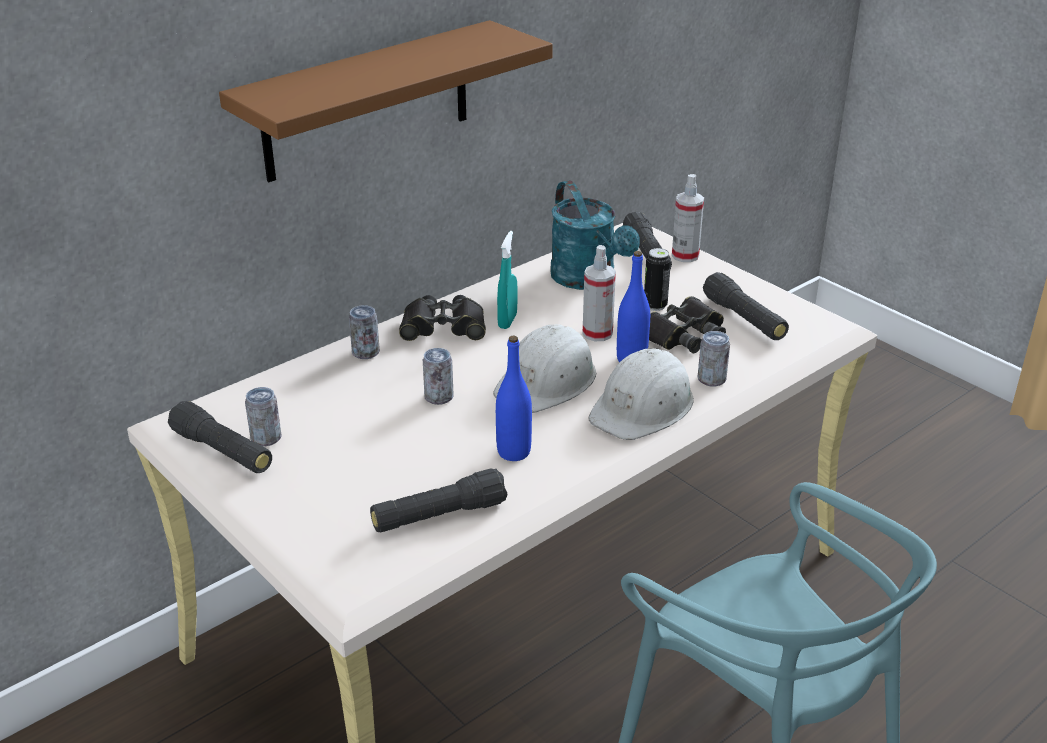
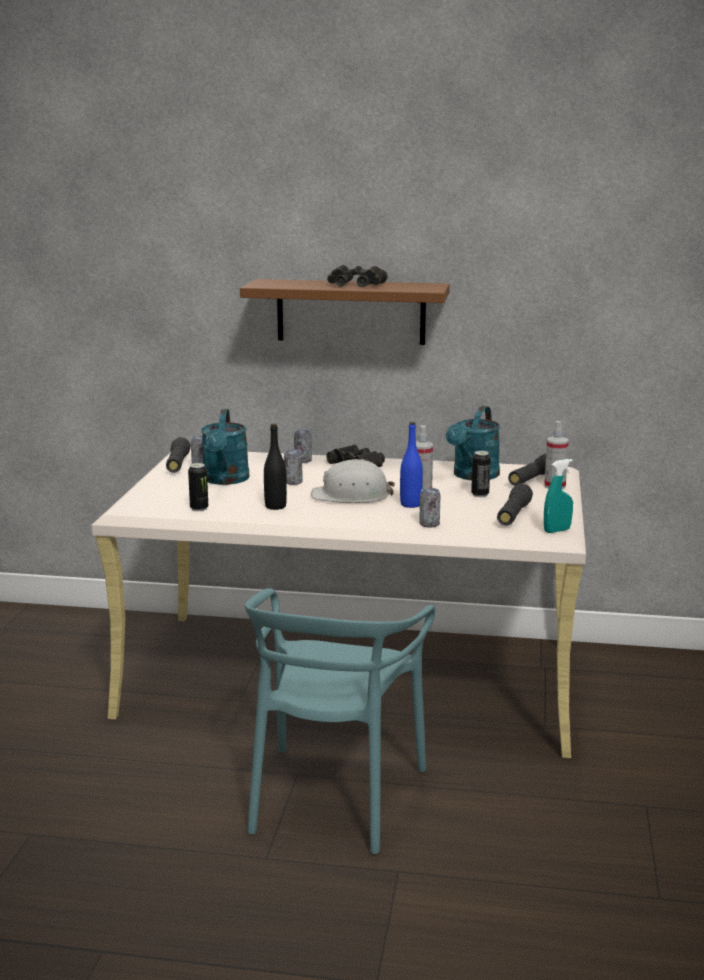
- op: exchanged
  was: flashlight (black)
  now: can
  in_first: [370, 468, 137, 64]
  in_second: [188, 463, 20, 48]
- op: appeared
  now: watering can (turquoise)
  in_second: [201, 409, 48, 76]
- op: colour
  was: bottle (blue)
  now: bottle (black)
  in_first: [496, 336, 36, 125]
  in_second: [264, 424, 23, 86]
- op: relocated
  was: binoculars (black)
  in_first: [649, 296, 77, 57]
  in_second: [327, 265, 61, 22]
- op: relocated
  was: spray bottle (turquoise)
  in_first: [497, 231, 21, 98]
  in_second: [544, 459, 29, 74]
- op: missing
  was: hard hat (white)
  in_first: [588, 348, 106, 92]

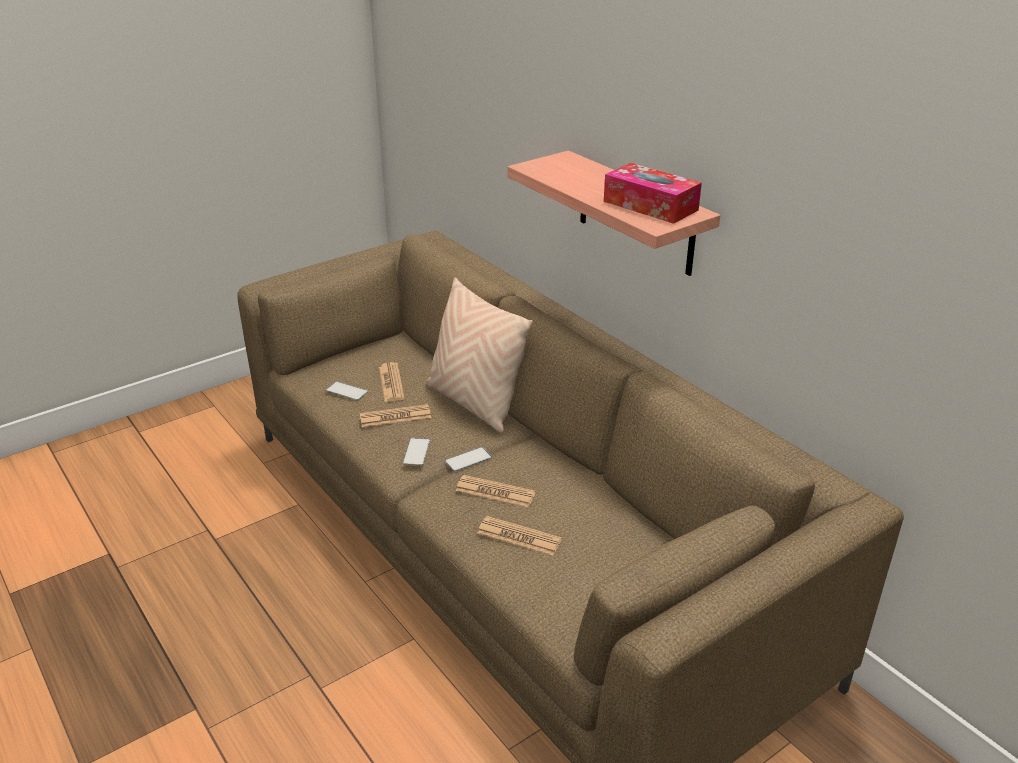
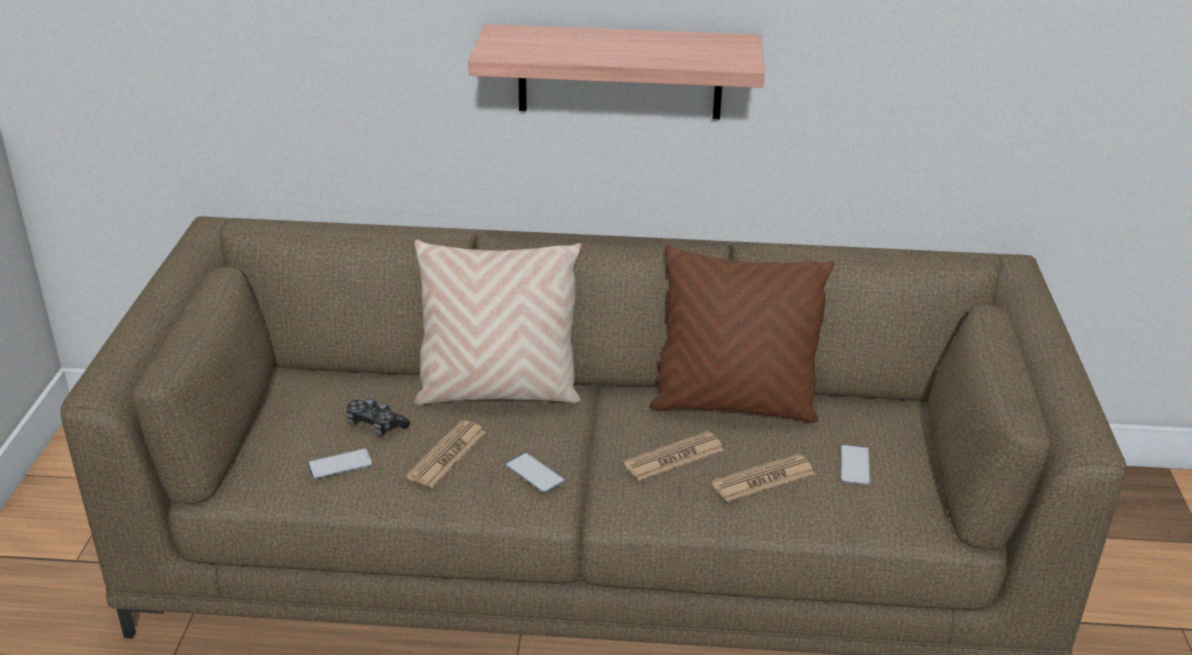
- op: exchanged
  was: newspaper
  now: game controller
  in_first: [379, 362, 26, 40]
  in_second: [346, 398, 64, 38]
- op: appeared
  now: pillow (brown)
  in_second: [649, 245, 185, 177]
- op: relocated
  was: phone
  in_first: [445, 447, 47, 24]
  in_second: [841, 444, 29, 41]
- op: missing
  was: tissue box
  in_first: [604, 163, 98, 61]

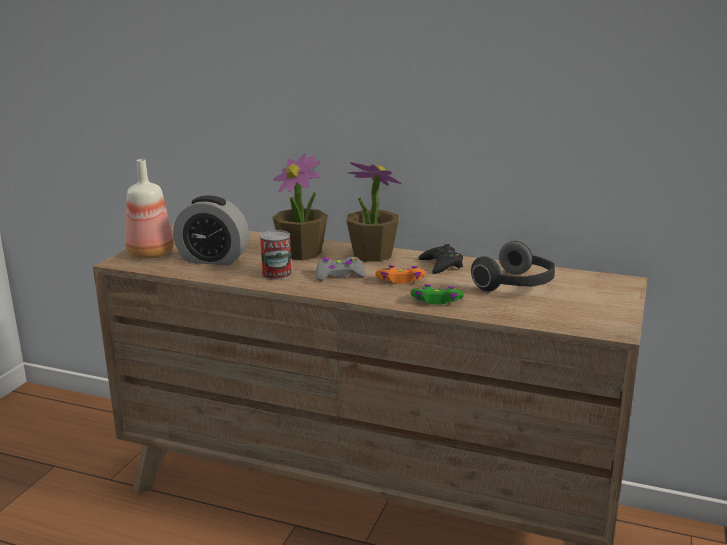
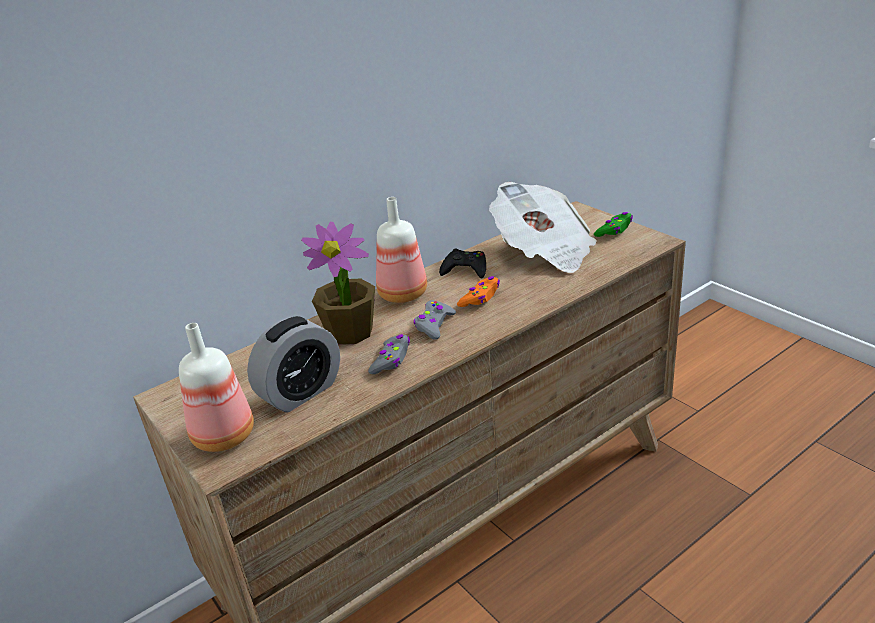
- op: exchanged
  was: can
  now: game controller (grey)
  in_first: [260, 230, 32, 50]
  in_second: [368, 334, 42, 40]
- op: exchanged
  was: potted plant
  now: bottle
  in_first: [346, 162, 55, 100]
  in_second: [376, 197, 51, 106]
- op: exchanged
  was: headphones
  now: newspaper
  in_first: [471, 241, 84, 51]
  in_second: [489, 182, 108, 91]
- op: relocated
  was: game controller (green)
  in_first: [411, 284, 53, 21]
  in_second: [594, 212, 39, 25]

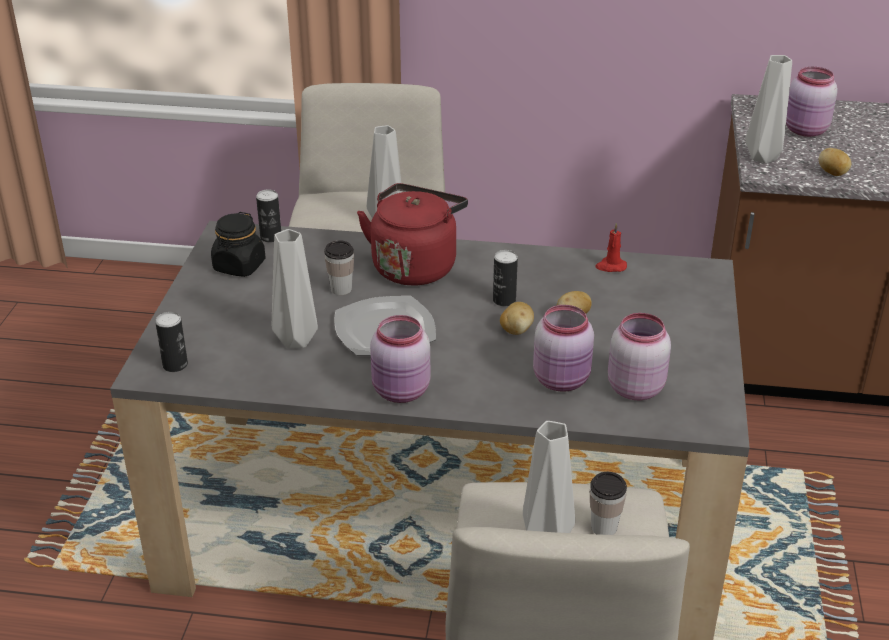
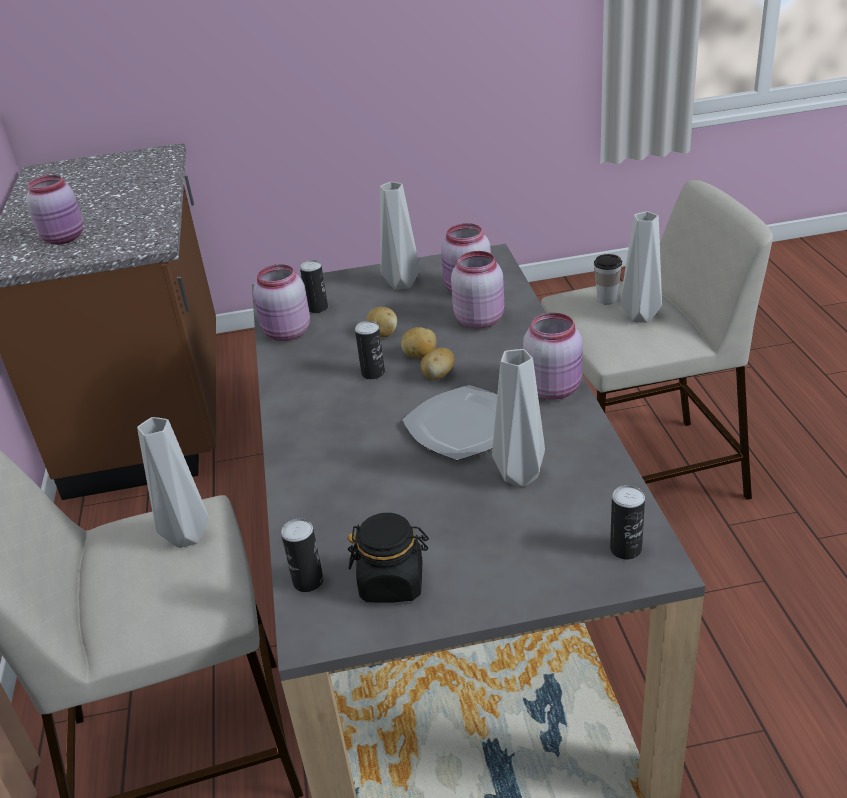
- op: exchanged
  was: candle (red)
  now: jar (pink)
  in_first: [595, 223, 32, 49]
  in_second: [253, 264, 57, 77]
- op: appeared
  now: can
  in_second: [300, 260, 28, 53]
- op: relocated
  was: vase (grey)
  in_first: [745, 55, 47, 109]
  in_second: [380, 182, 40, 108]
- op: relocated
  was: potato
  in_first: [819, 148, 32, 28]
  in_second: [421, 348, 34, 32]
- op: missing
  was: cup
  in_first: [324, 240, 30, 55]
- op: missing
  was: kettle (red)
  in_first: [357, 183, 111, 102]

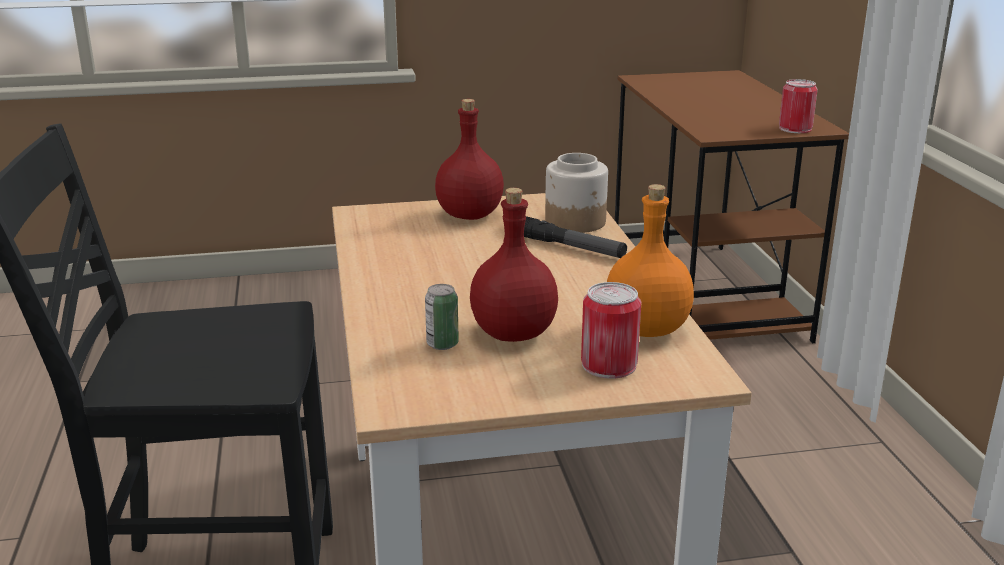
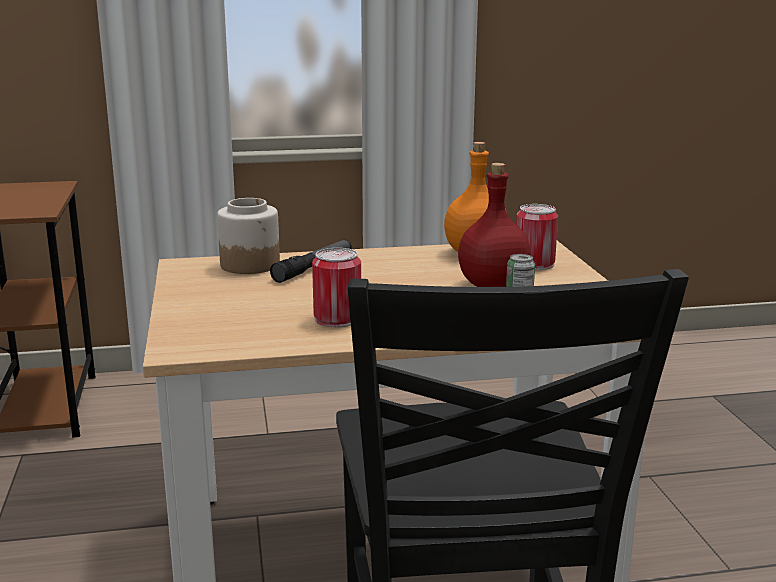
- op: relocated
  was: can
  in_first: [779, 79, 39, 54]
  in_second: [312, 248, 49, 79]
- op: missing
  was: bottle (red)
  in_first: [435, 99, 69, 121]

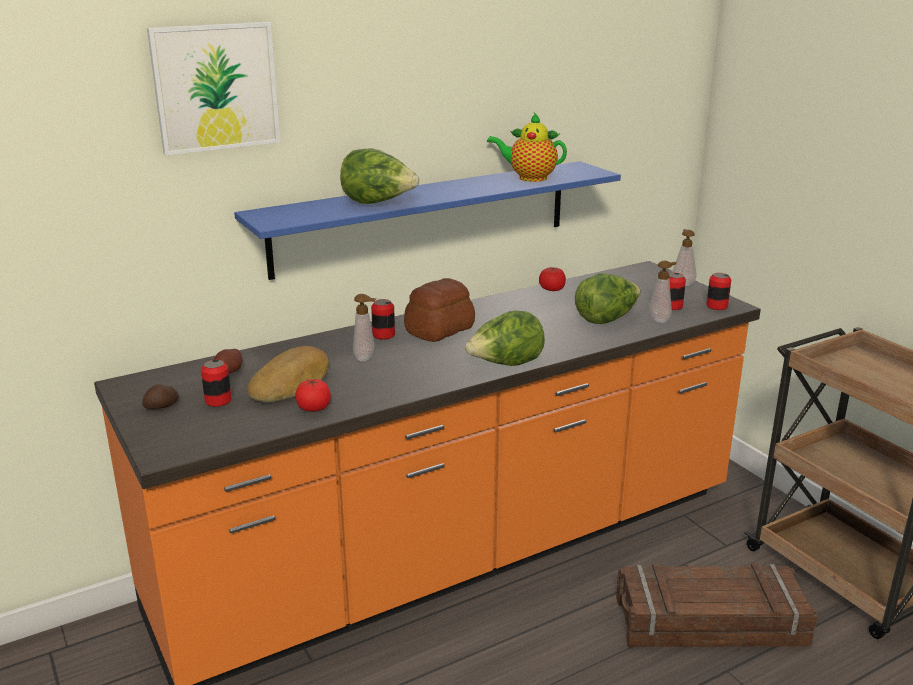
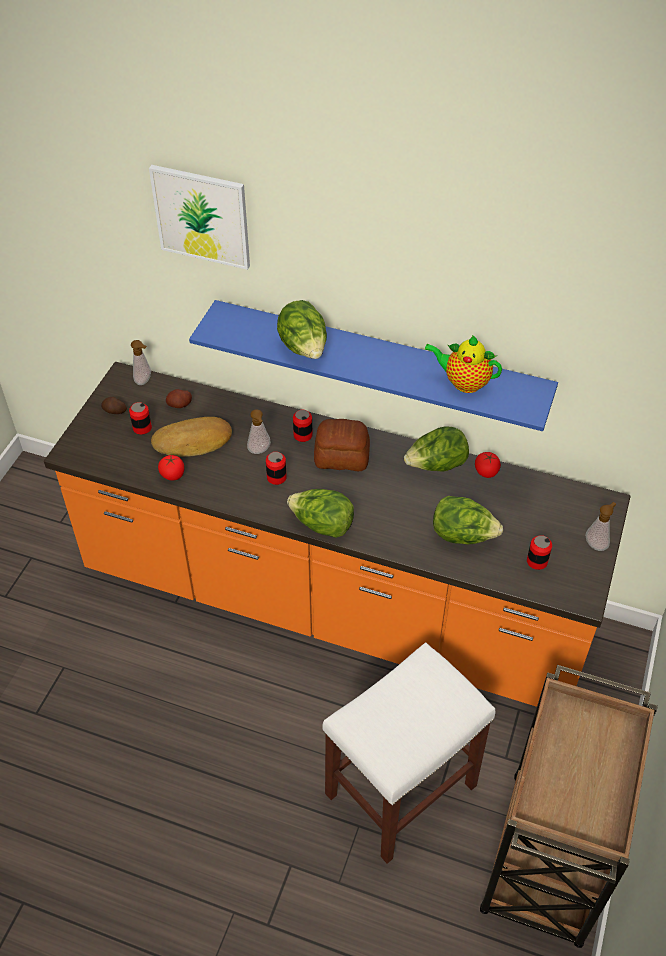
- op: relocated
  was: soap dispenser
  in_first: [649, 261, 28, 62]
  in_second: [131, 340, 20, 45]
- op: relocated
  was: can
  in_first: [706, 273, 25, 37]
  in_second: [266, 452, 21, 33]
- op: exchanged
  was: crate
  now: stool (white)
  in_first: [616, 563, 201, 84]
  in_second: [323, 642, 172, 222]
- op: appeared
  now: lettuce
  in_second: [404, 426, 65, 46]
- op: spun
  was: teapot
  in_first: [487, 113, 80, 69]
  in_second: [424, 335, 78, 58]
  clockwise: -45

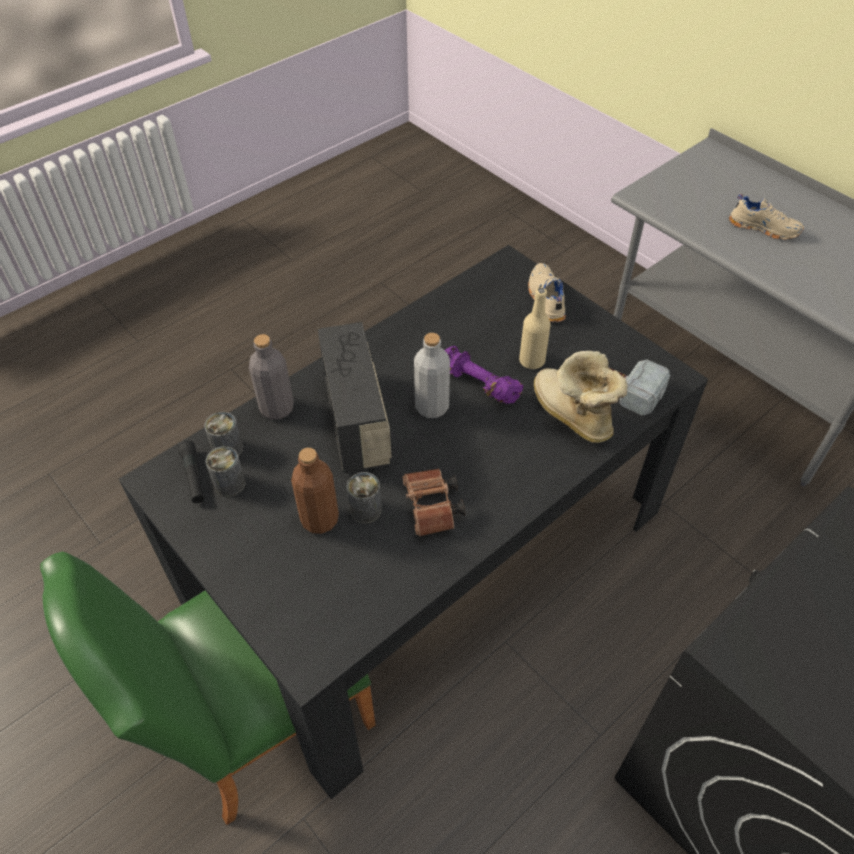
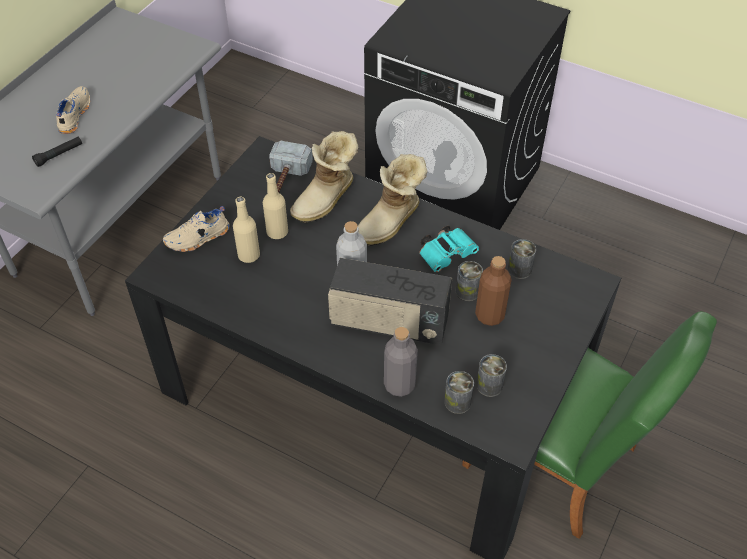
- op: relocated
  was: flashlight (black)
  in_first: [178, 441, 26, 62]
  in_second: [32, 137, 50, 30]
- op: appeared
  now: bottle (beige)
  in_second: [233, 197, 27, 66]
- op: spun
  was: radio
  in_first: [318, 322, 74, 151]
  in_second: [328, 258, 124, 87]
  clockwise: -135
- op: appeared
  now: boot
  in_second: [358, 154, 69, 92]
- op: colour
  was: binoculars (brown)
  now: binoculars (turquoise)
  in_first: [402, 469, 63, 68]
  in_second: [419, 226, 60, 46]
- op: appeared
  now: can
  in_second: [508, 239, 28, 40]
- op: missing
  was: dumbbell (purple)
  in_first: [445, 346, 78, 58]

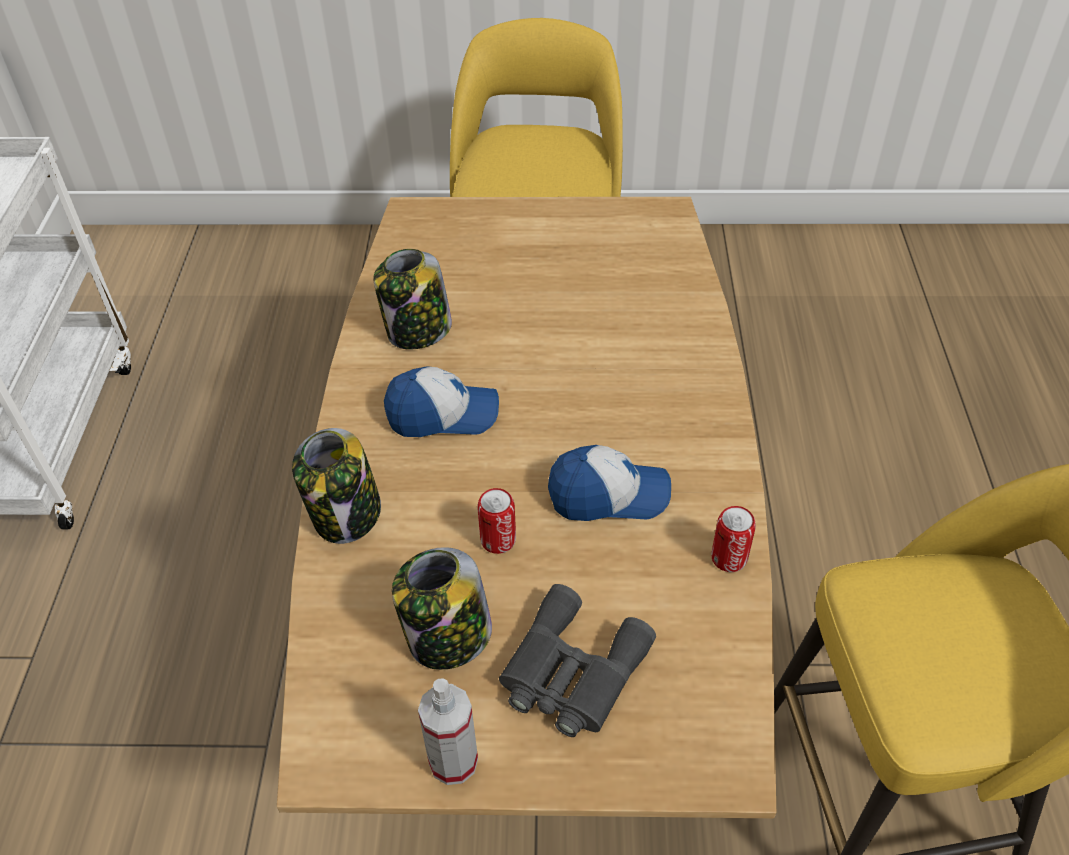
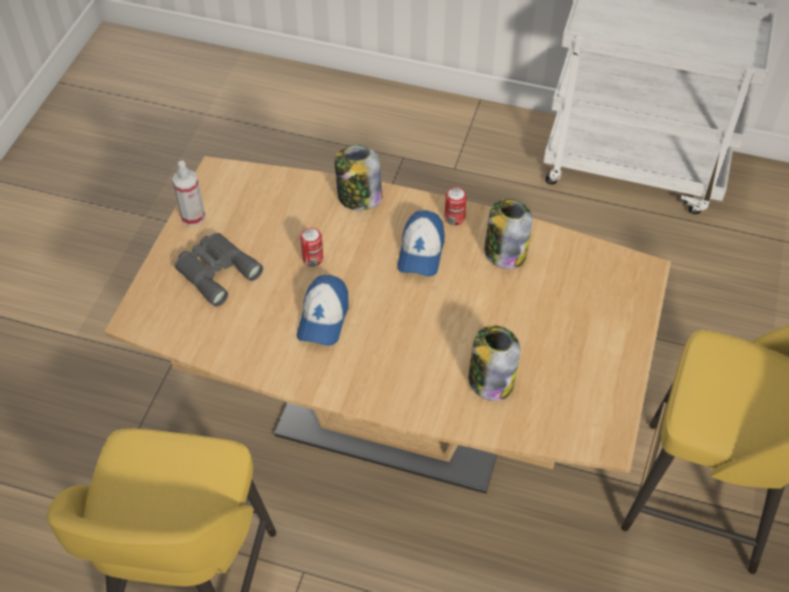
- op: relocated
  was: can
  in_first: [711, 506, 45, 66]
  in_second: [445, 187, 22, 38]
- op: relocated
  was: jar
  in_first: [392, 547, 100, 123]
  in_second: [468, 325, 52, 76]

